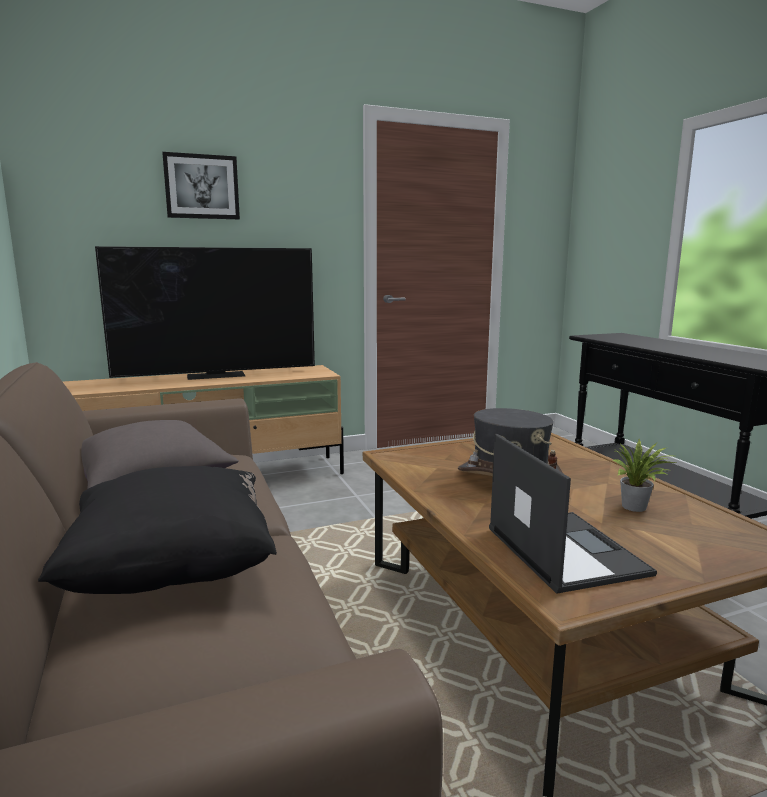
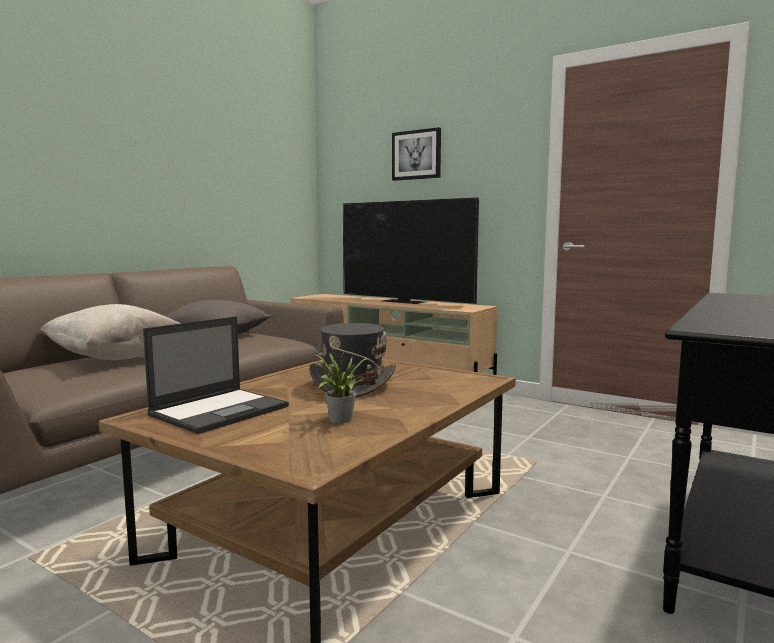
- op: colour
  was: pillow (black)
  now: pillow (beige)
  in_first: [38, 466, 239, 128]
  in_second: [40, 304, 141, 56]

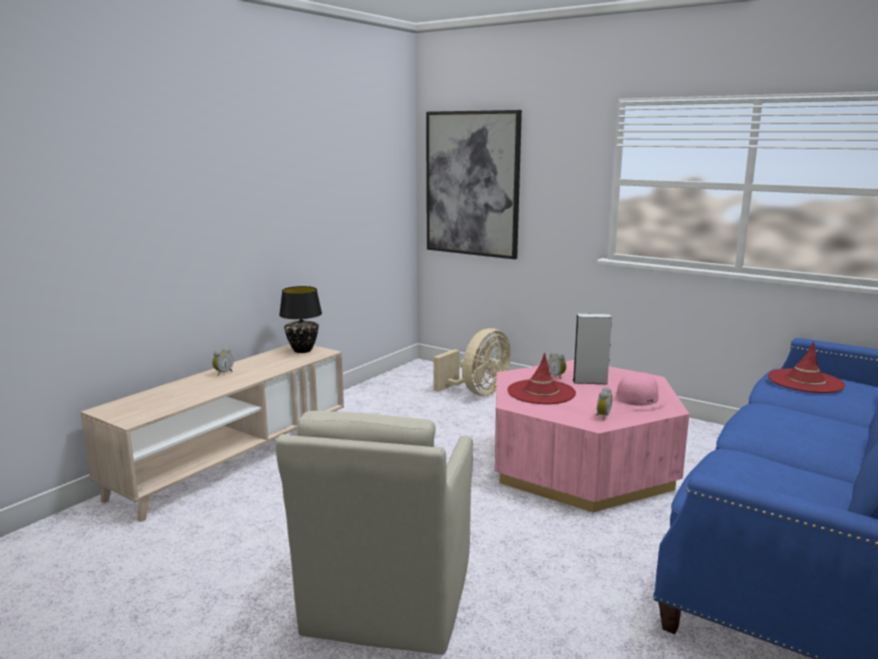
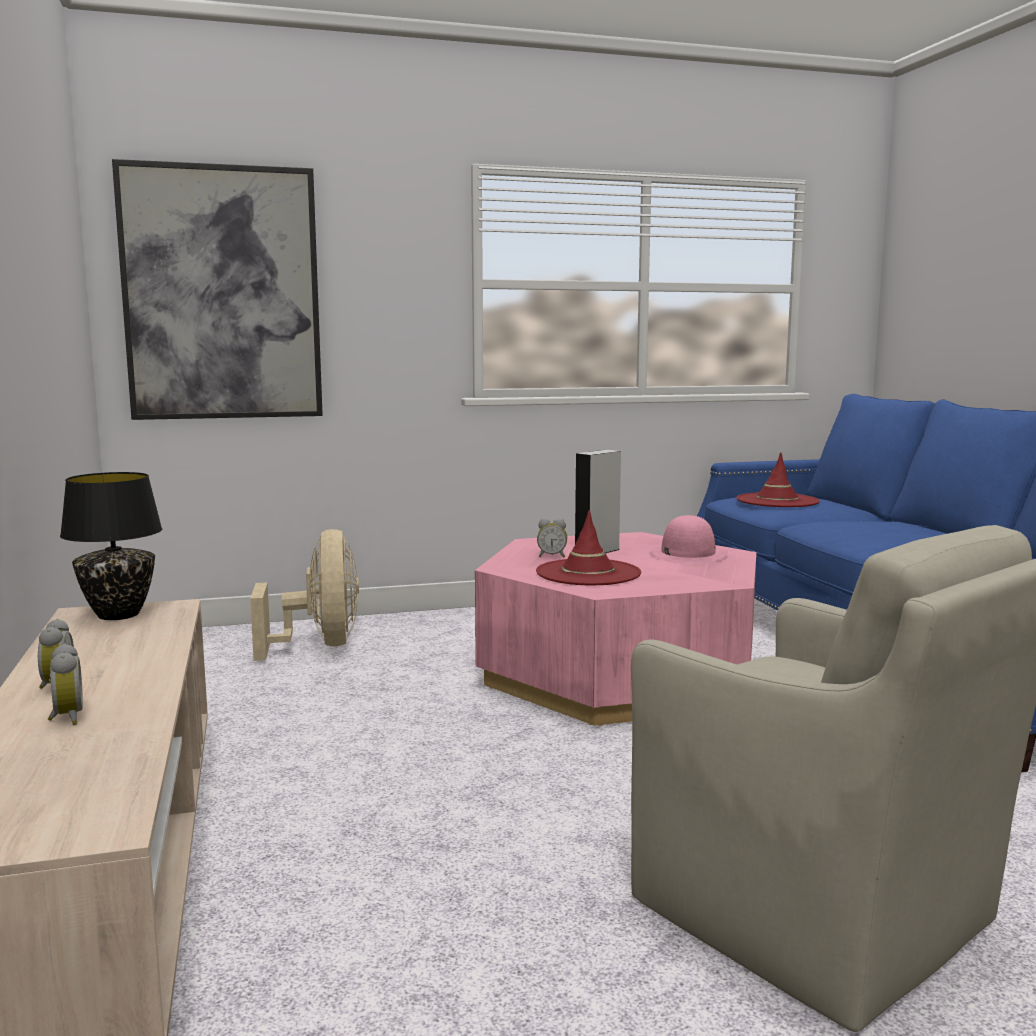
- op: relocated
  was: alarm clock
  in_first: [596, 387, 16, 33]
  in_second: [48, 644, 35, 81]

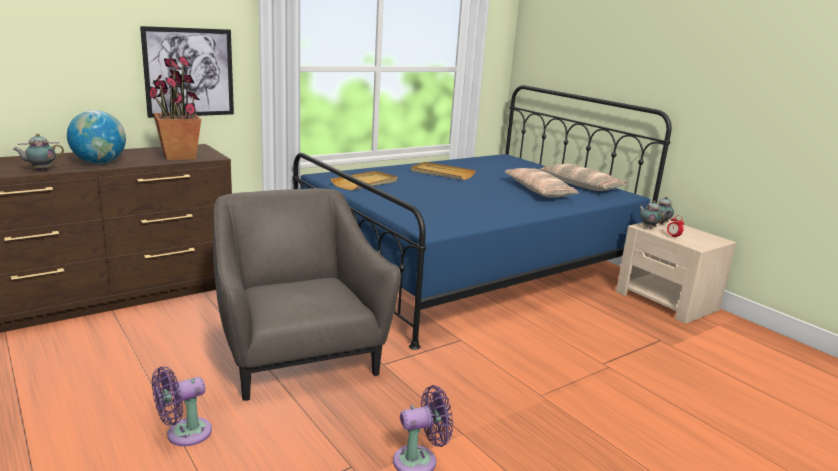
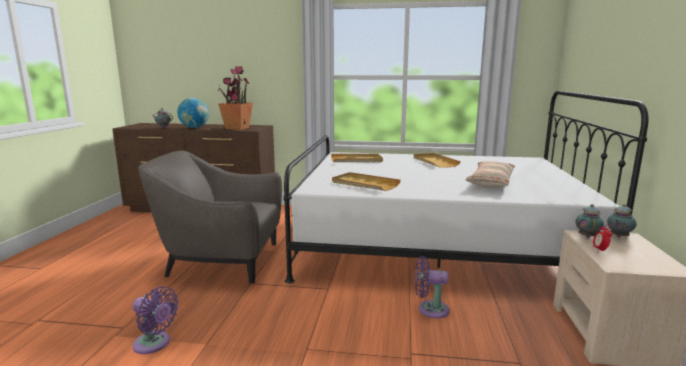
- op: spun
  was: armchair (grey)
  in_first: [213, 188, 188, 213]
  in_second: [138, 150, 144, 134]
  clockwise: -105
- op: colour
  was: bed (blue)
  now: bed (white)
  in_first: [292, 85, 380, 265]
  in_second: [283, 91, 366, 192]
- op: appeared
  now: tray (beige)
  in_second: [332, 172, 69, 19]
- op: relocated
  was: fan (purple)
  in_first: [152, 367, 60, 79]
  in_second: [415, 256, 35, 62]
- op: missing
  was: picture
  in_first: [140, 26, 94, 92]
- op: missing
  was: pillow
  in_first: [540, 164, 86, 27]

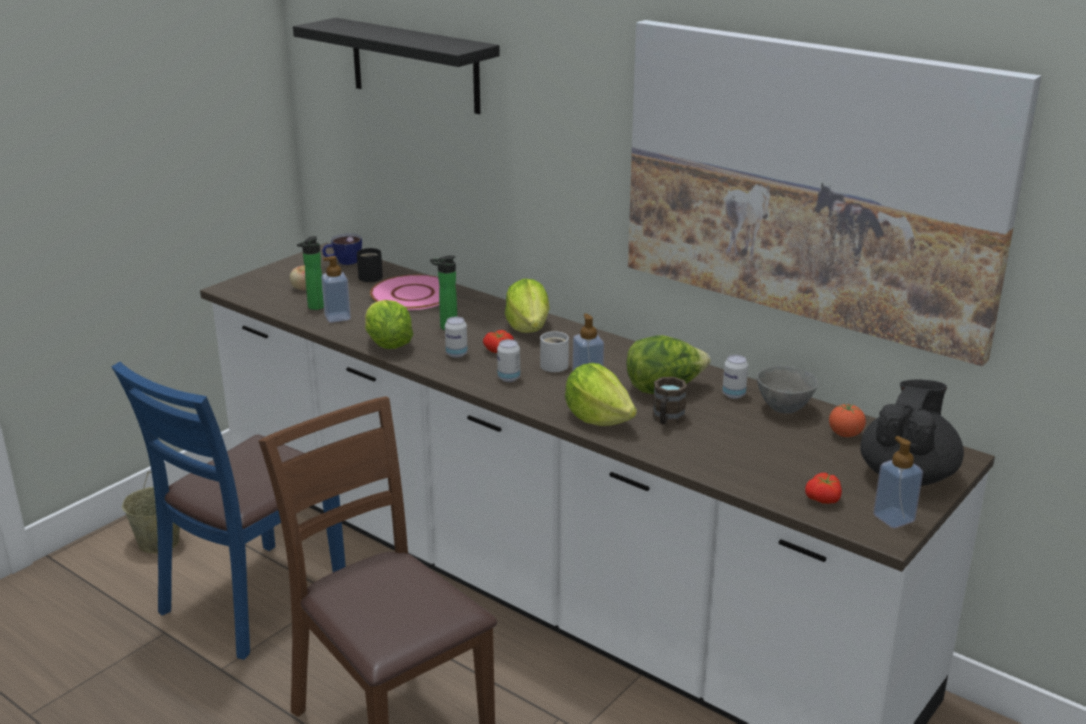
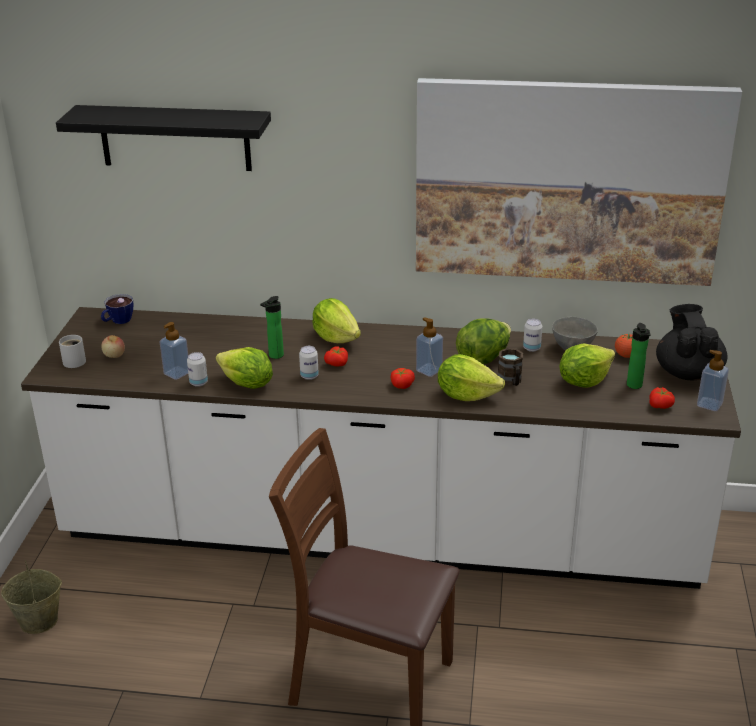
- op: relocated
  was: mug (white)
  in_first: [540, 331, 29, 41]
  in_second: [59, 335, 27, 33]
- op: relocated
  was: can
  in_first: [497, 339, 23, 43]
  in_second: [187, 352, 21, 35]
- op: appeared
  now: tomato
  in_second: [391, 368, 24, 21]
- op: appeared
  now: lettuce
  in_second: [559, 343, 56, 45]
- op: relocated
  was: bottle
  in_first: [297, 236, 27, 74]
  in_second: [627, 323, 23, 66]
- op: missing
  was: chair (blue)
  in_first: [112, 362, 234, 298]
- op: missing
  was: mug (black)
  in_first: [357, 248, 26, 34]
- op: missing
  was: plate (pink)
  in_first: [370, 275, 69, 35]

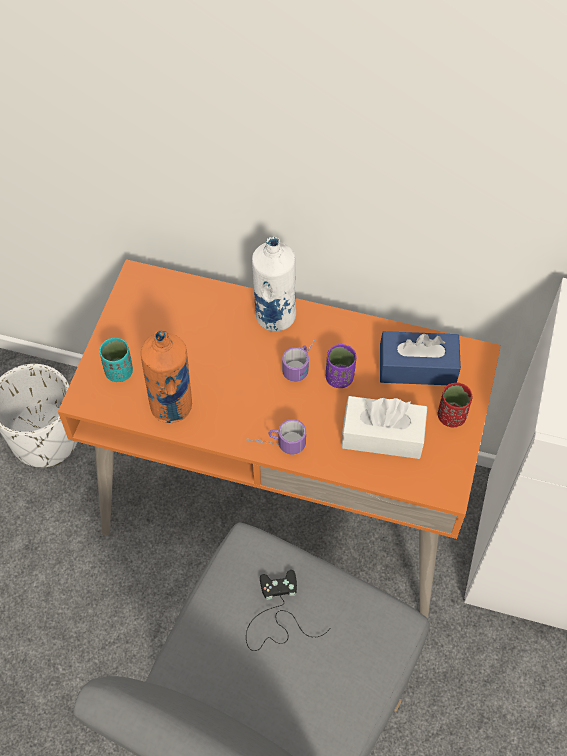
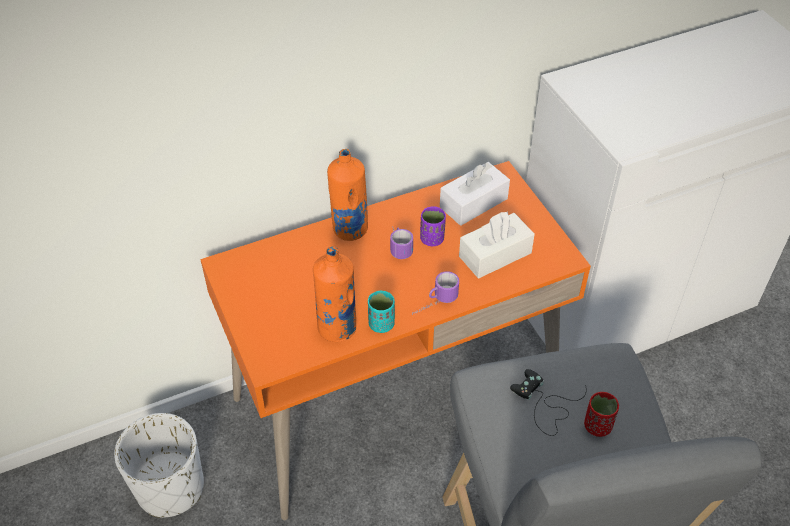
- op: colour
  was: bottle (white)
  now: bottle (orange)
  in_first: [252, 237, 44, 94]
  in_second: [327, 149, 41, 92]
- op: relocated
  was: cup (turquoise)
  in_first: [99, 338, 34, 44]
  in_second: [368, 291, 27, 42]
- op: colour
  was: tissue box (blue)
  now: tissue box (white)
  in_first: [380, 331, 81, 54]
  in_second: [440, 162, 70, 64]
- op: relocated
  was: cup (red)
  in_first: [438, 382, 35, 45]
  in_second: [584, 392, 35, 45]

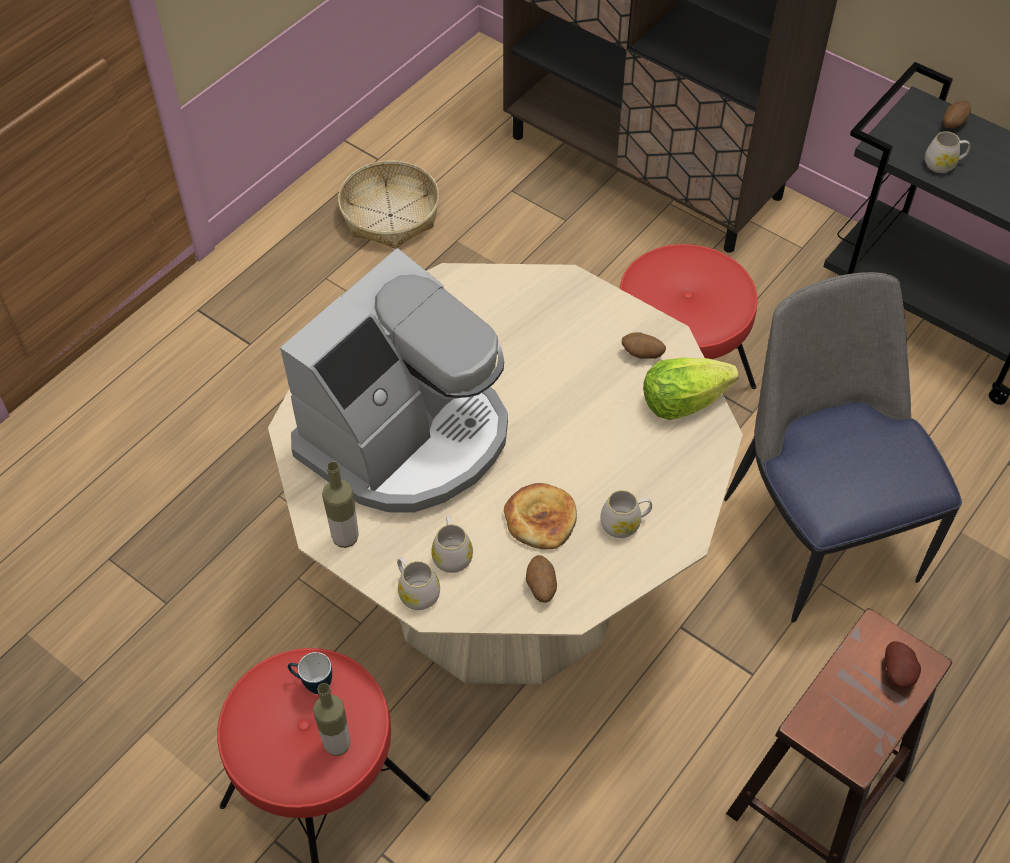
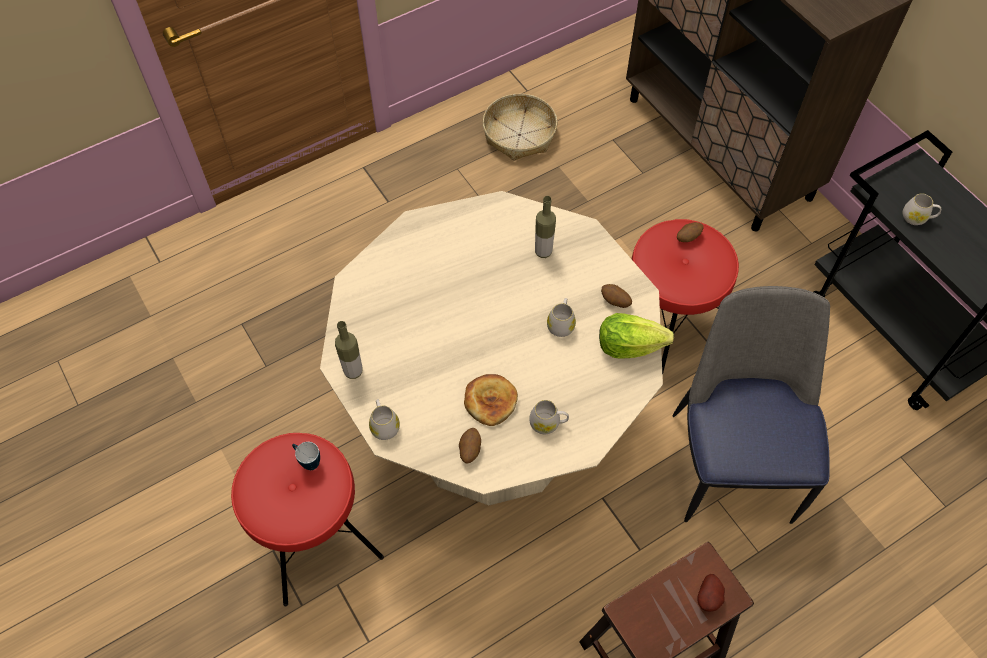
- op: relocated
  was: bottle
  in_first: [313, 683, 37, 73]
  in_second: [535, 196, 21, 62]
- op: relocated
  was: mug (white)
  in_first: [431, 516, 42, 57]
  in_second: [547, 298, 29, 39]
- op: relocated
  was: potato
  in_first: [943, 100, 28, 29]
  in_second: [677, 222, 26, 20]
- op: missing
  was: coffee machine
  in_first: [280, 248, 228, 265]

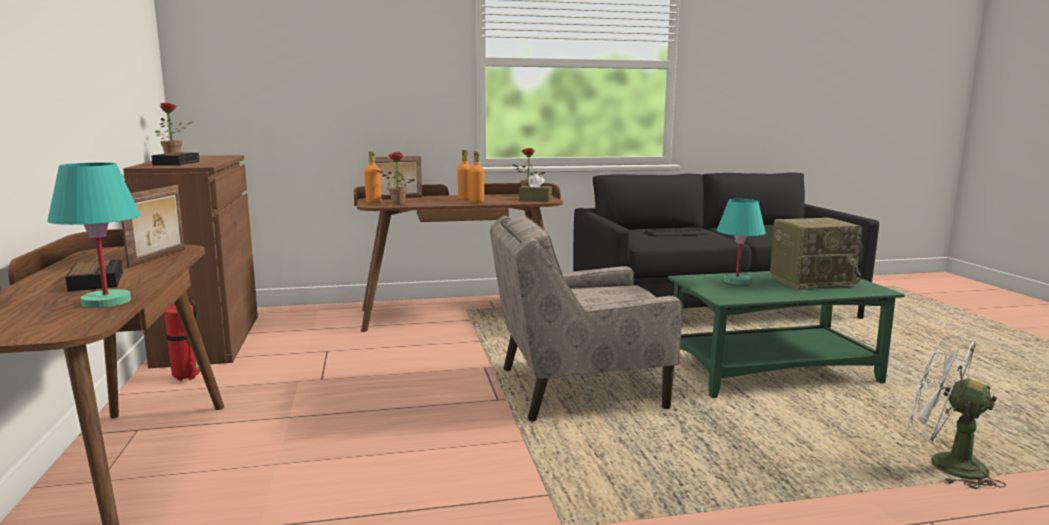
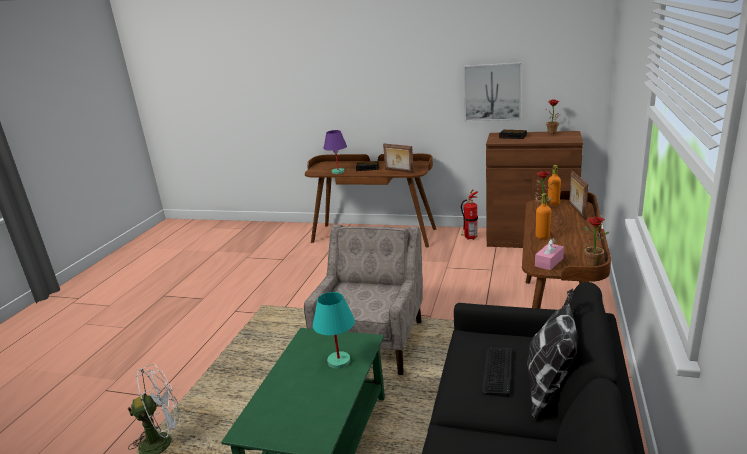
- op: colour
  was: table lamp (turquoise)
  now: table lamp (purple)
  in_first: [47, 162, 94, 146]
  in_second: [324, 130, 23, 44]
- op: appeared
  now: picture
  in_second: [464, 63, 57, 58]
- op: appeared
  now: pillow
  in_second: [527, 288, 51, 131]
- op: colour
  was: tissue box (brown)
  now: tissue box (pink)
  in_first: [519, 174, 33, 27]
  in_second: [535, 239, 29, 31]
- op: missing
  was: bottle (orange)
  in_first: [457, 150, 14, 50]
- op: missing
  was: radio
  in_first: [770, 217, 93, 73]

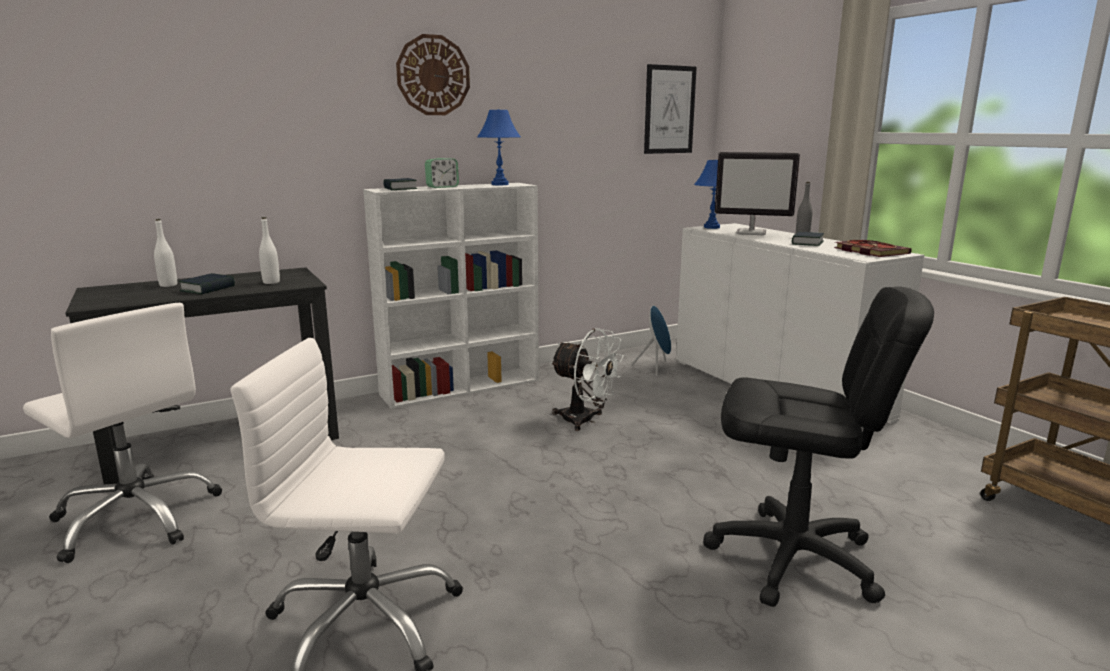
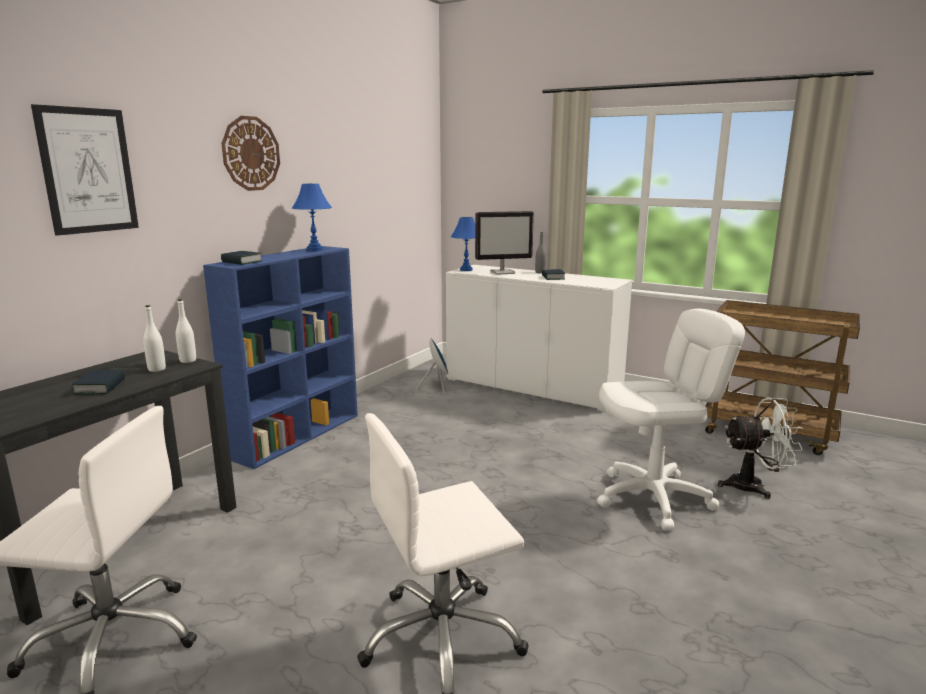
- op: relocated
  was: picture
  in_first: [644, 64, 53, 90]
  in_second: [31, 104, 108, 132]
- op: relocated
  was: bottle (white)
  in_first: [154, 219, 23, 68]
  in_second: [176, 299, 20, 64]
- op: colour
  was: bookcase (white)
  now: bookcase (blue)
  in_first: [363, 183, 176, 226]
  in_second: [203, 246, 155, 223]
- op: colour
  was: office chair (black)
  now: office chair (white)
  in_first: [703, 287, 231, 320]
  in_second: [597, 309, 148, 222]
- op: relocated
  was: fan (white)
  in_first: [550, 328, 74, 103]
  in_second: [717, 398, 87, 101]
- op: missing
  was: alarm clock
  in_first: [425, 158, 34, 30]
- op: missing
  was: book
  in_first: [834, 240, 78, 17]

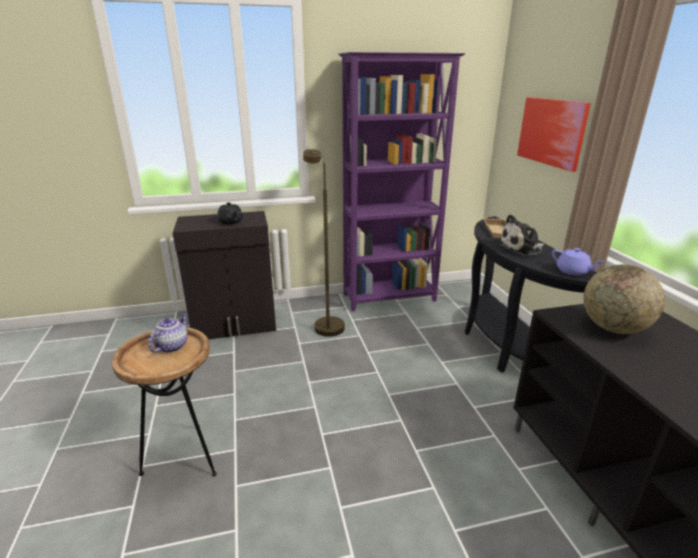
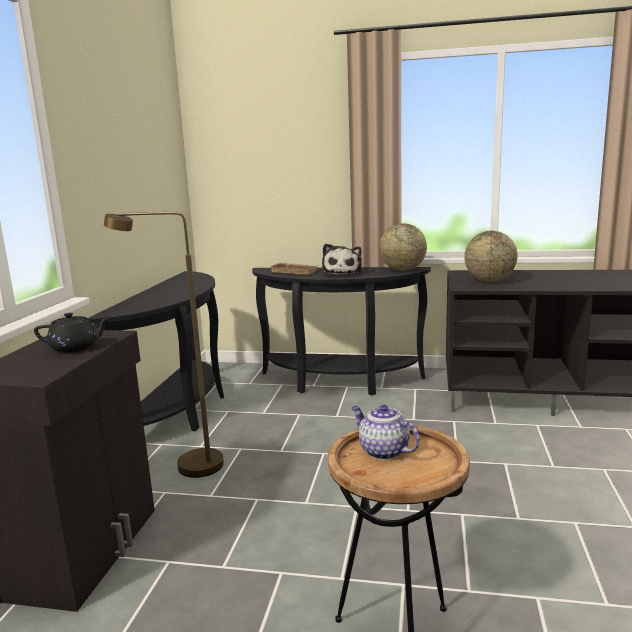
- op: exchanged
  was: bookcase (purple)
  now: console table (black)
  in_first: [338, 52, 128, 259]
  in_second: [88, 271, 136, 160]
- op: exchanged
  was: teapot (purple)
  now: globe
  in_first: [552, 248, 53, 27]
  in_second: [379, 223, 48, 48]
- op: missing
  was: picture
  in_first: [517, 97, 74, 75]

